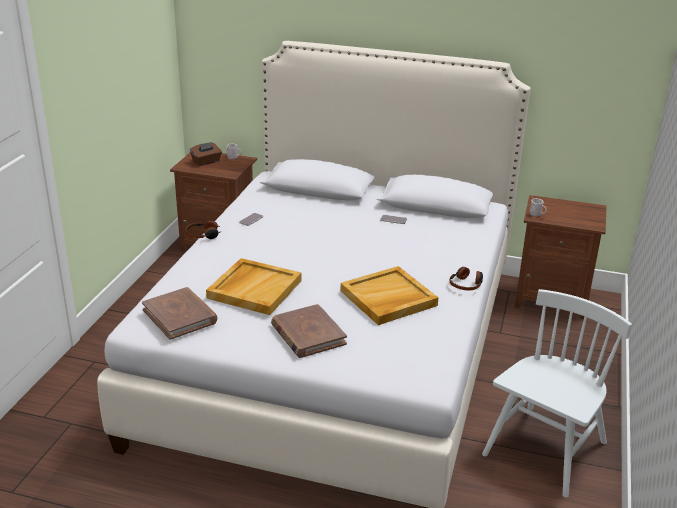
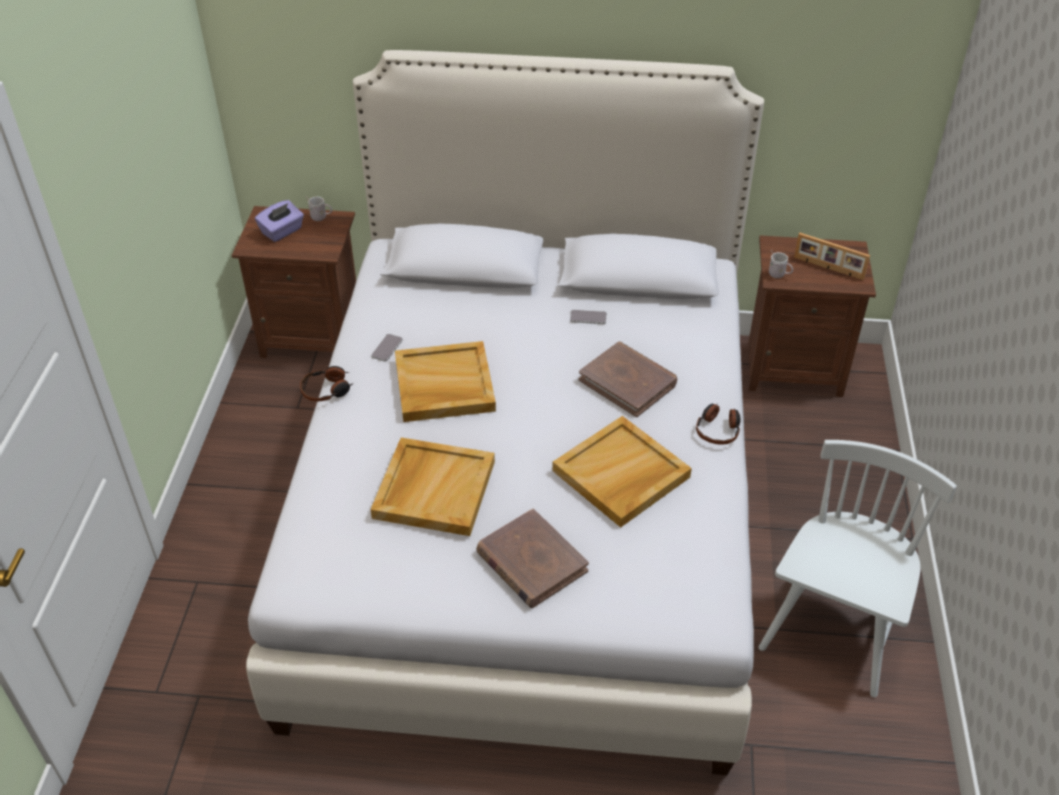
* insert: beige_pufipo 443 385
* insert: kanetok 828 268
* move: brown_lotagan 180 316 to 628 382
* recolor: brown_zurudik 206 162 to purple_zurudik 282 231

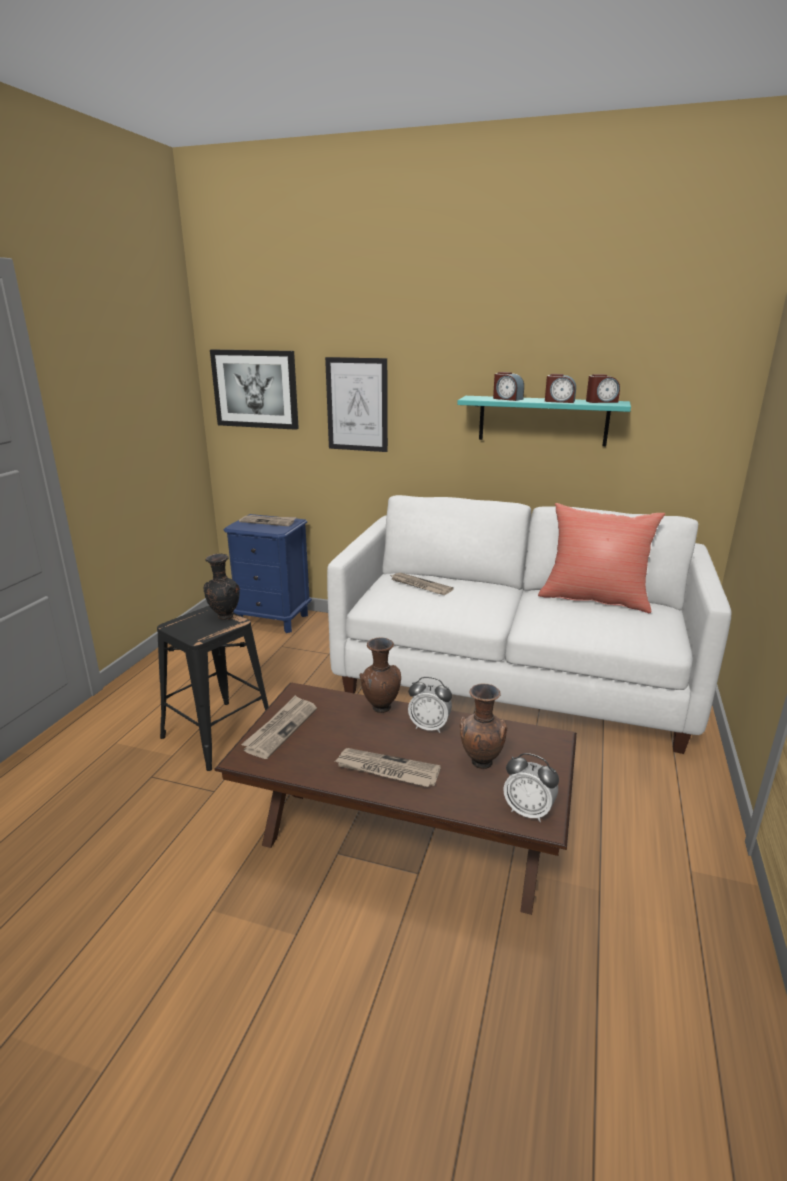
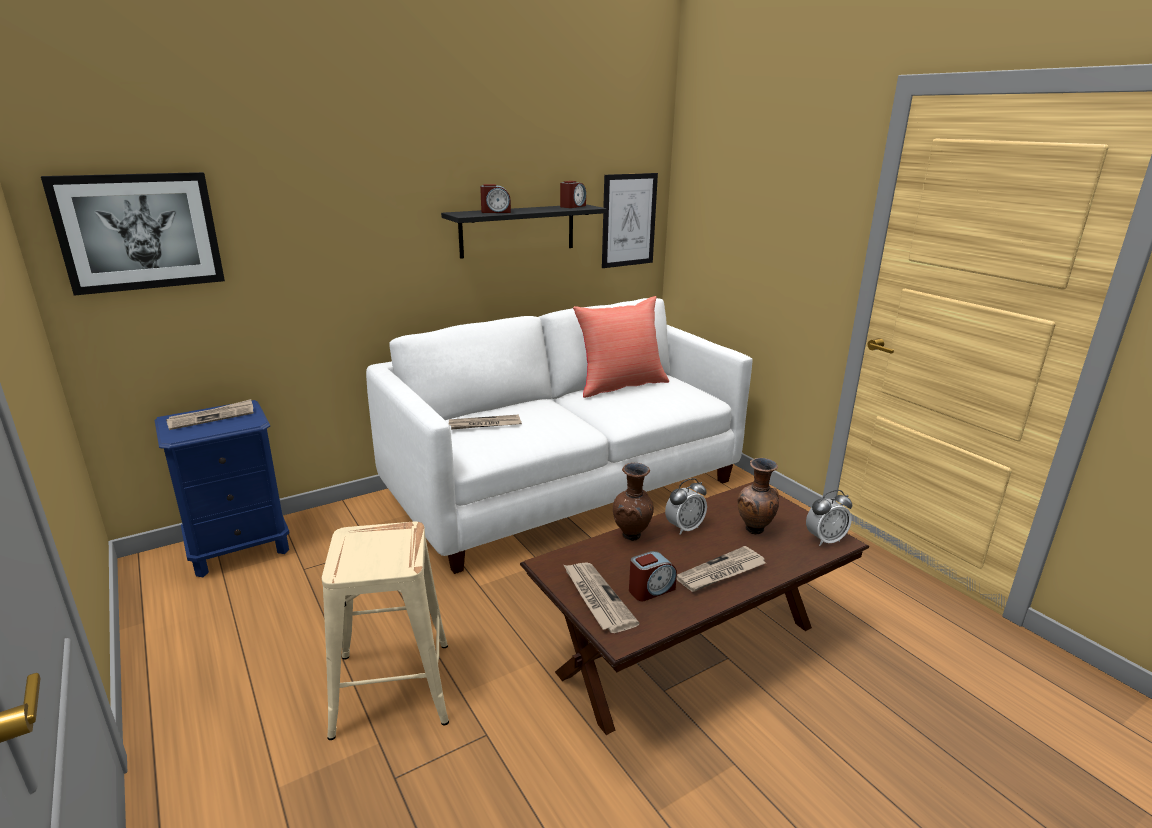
* delete: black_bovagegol 224 617
* move: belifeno 357 405 to 629 220
* move: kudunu 559 401 to 651 589
* recolor: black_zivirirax 217 733 to beige_zivirirax 391 688
* recolor: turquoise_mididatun 542 420 to black_mididatun 518 230

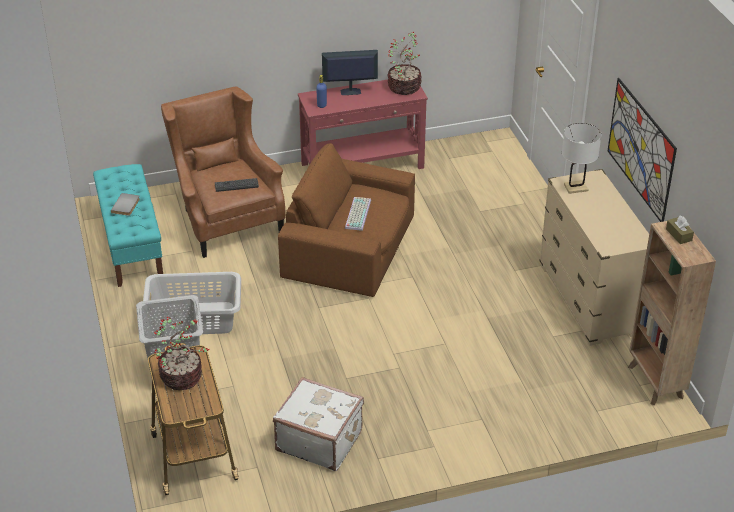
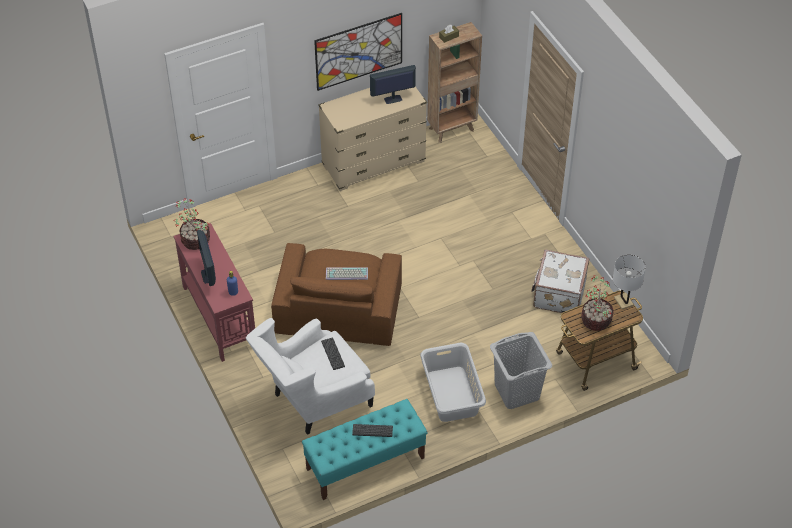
* insert: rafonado 392 99
* move: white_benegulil 576 187 to 623 301
* replace: grey_lotagan 126 205 to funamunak 372 430
* recolor: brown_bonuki 226 218 to white_bonuki 314 401

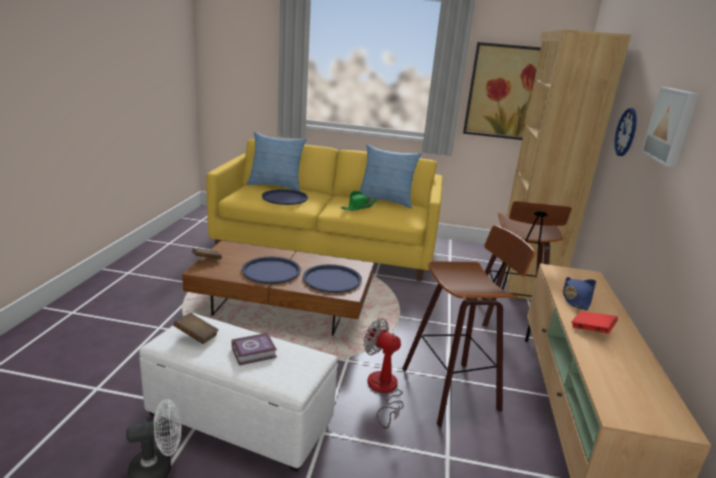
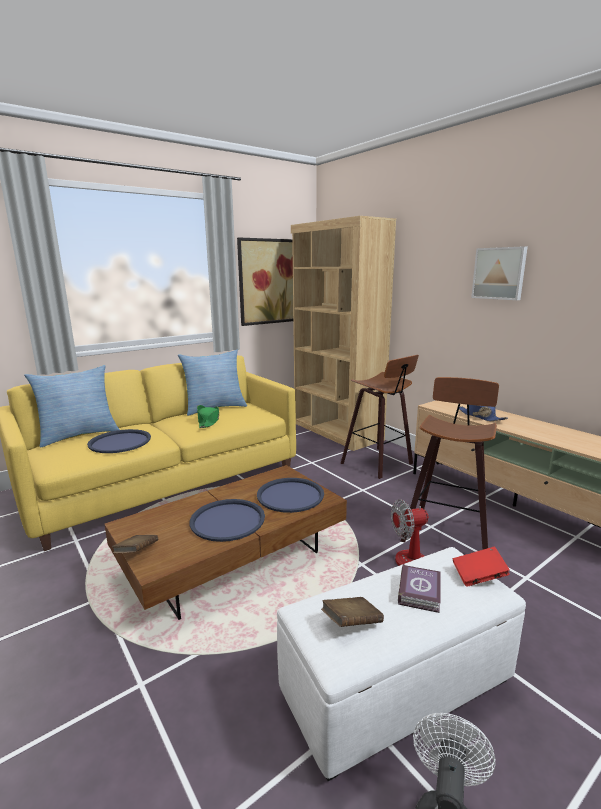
* delete: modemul 626 132
* move: red_lotagan 591 330 to 479 576

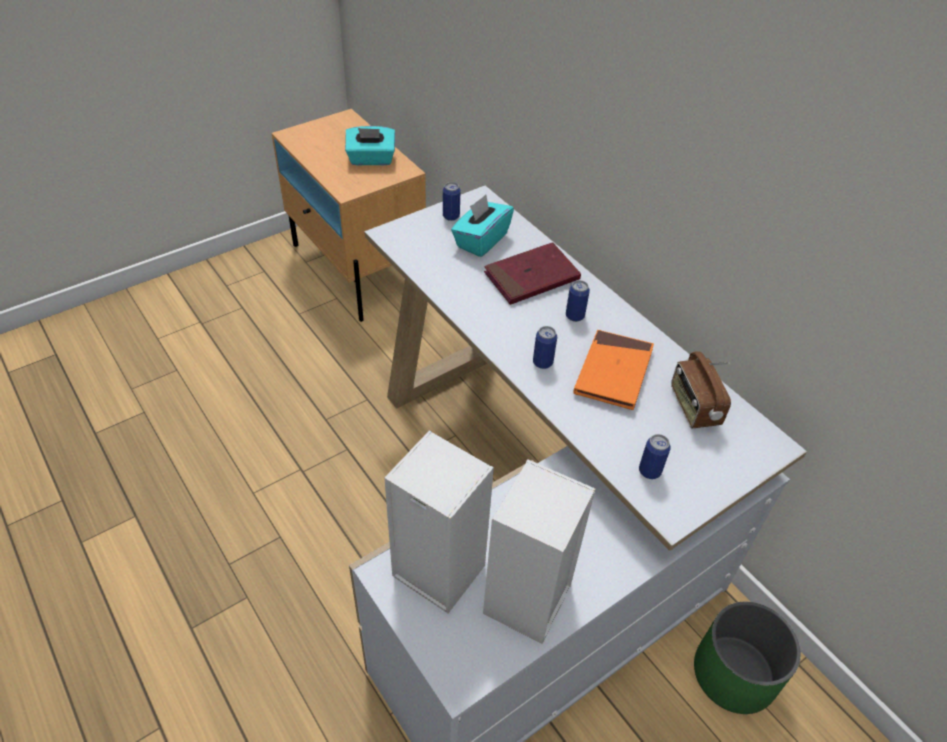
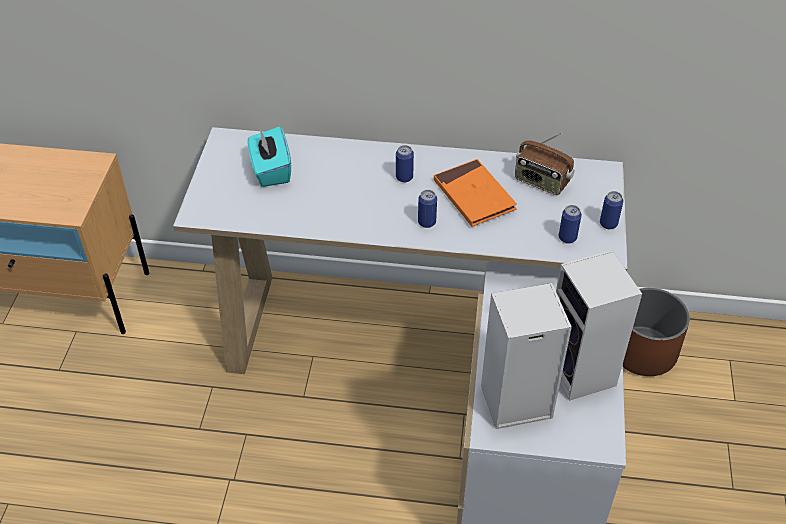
* delete: turquoise_zurudik 371 159
* delete: red_lotagan 531 277
* move: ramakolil 451 216 to 608 224
* recolor: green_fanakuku 733 674 to brown_fanakuku 643 352

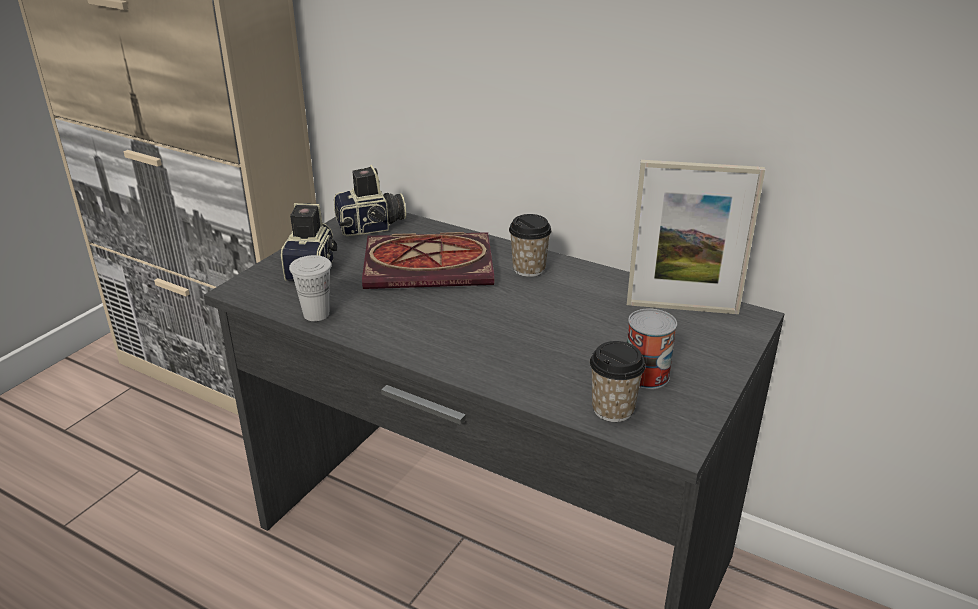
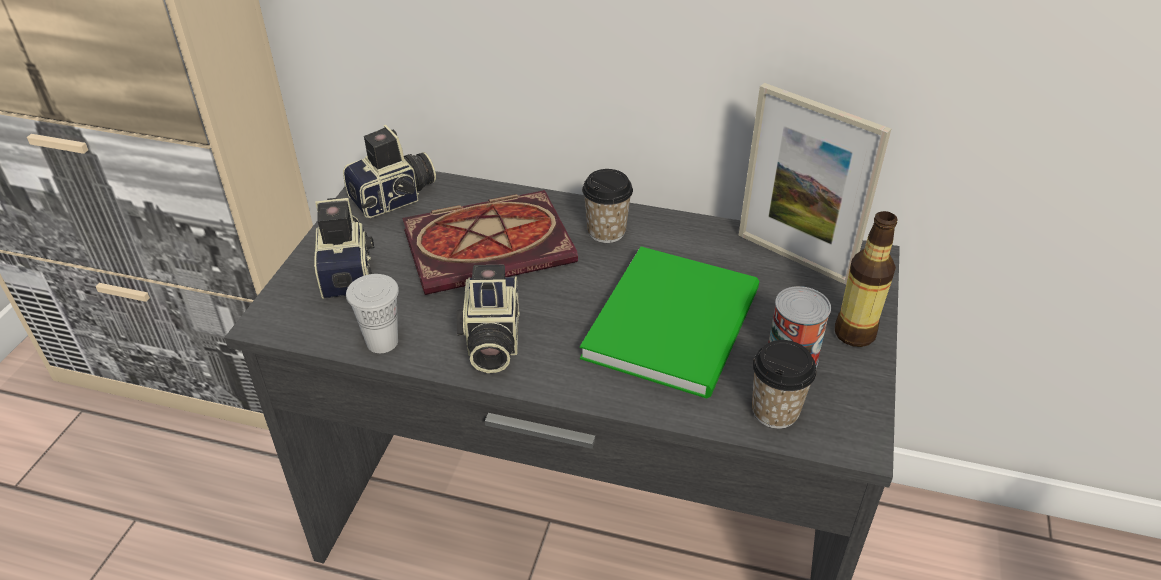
* insert: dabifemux 490 341
* insert: green_lotagan 678 321
* insert: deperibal 854 333
* rotate: kanetok 682 307 = 793 257 45 degrees clockwise

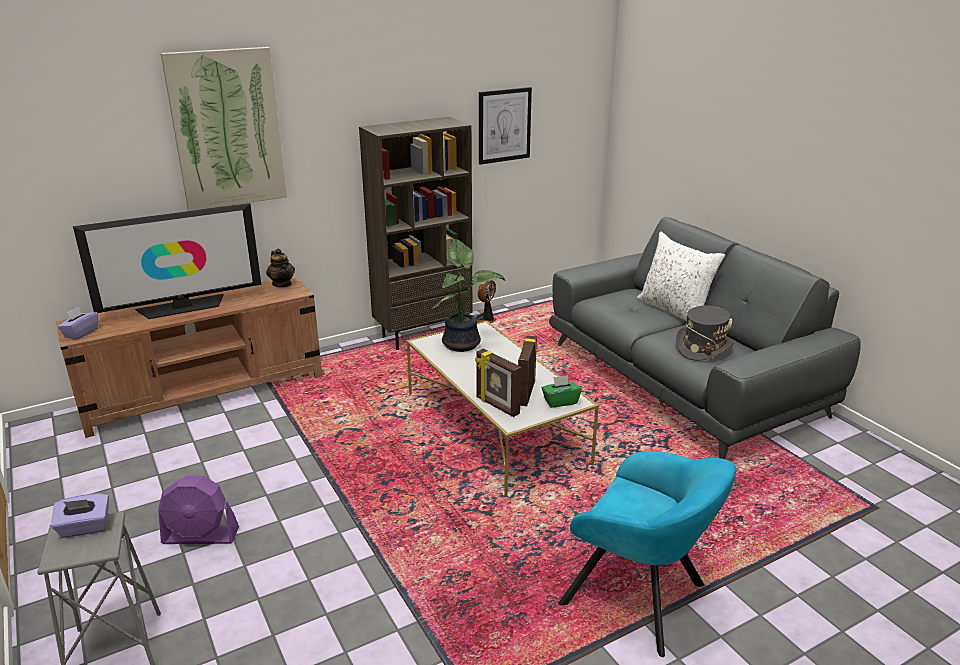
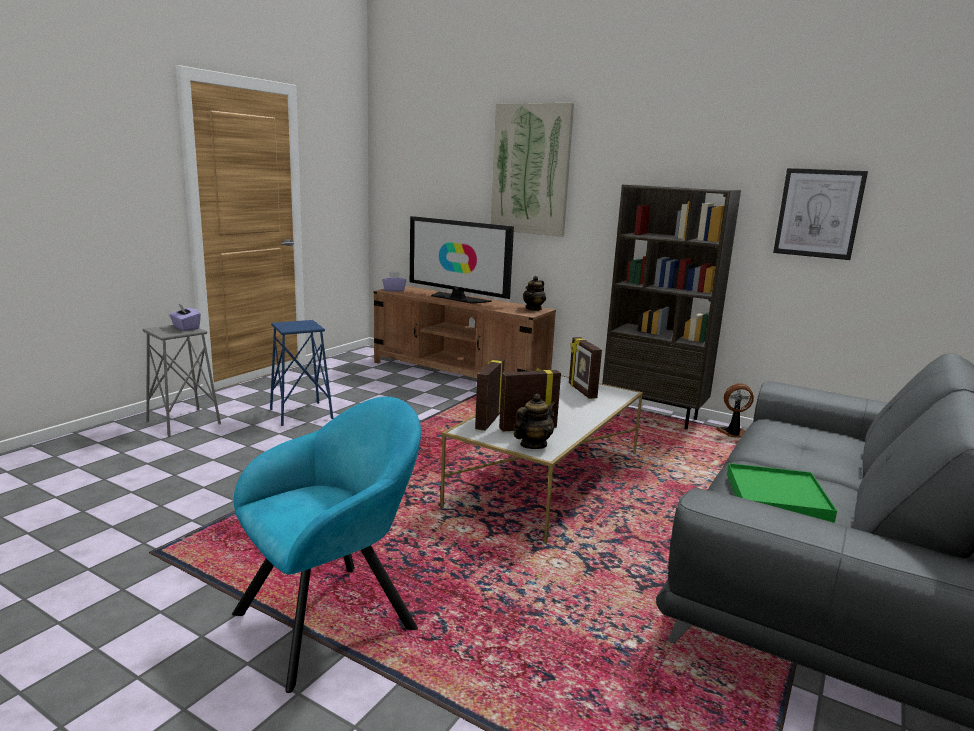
* delete: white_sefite 674 310
* replace: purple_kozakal 201 536 to blue_zivirirax 301 414
* replace: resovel 463 343 to kanetok 581 391
* replace: green_zurudik 560 401 to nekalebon 533 445
* replace: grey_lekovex 703 348 to green_pufipo 777 497
* rotate: turquoise_bonuki 640 598 = 334 617 135 degrees counterclockwise

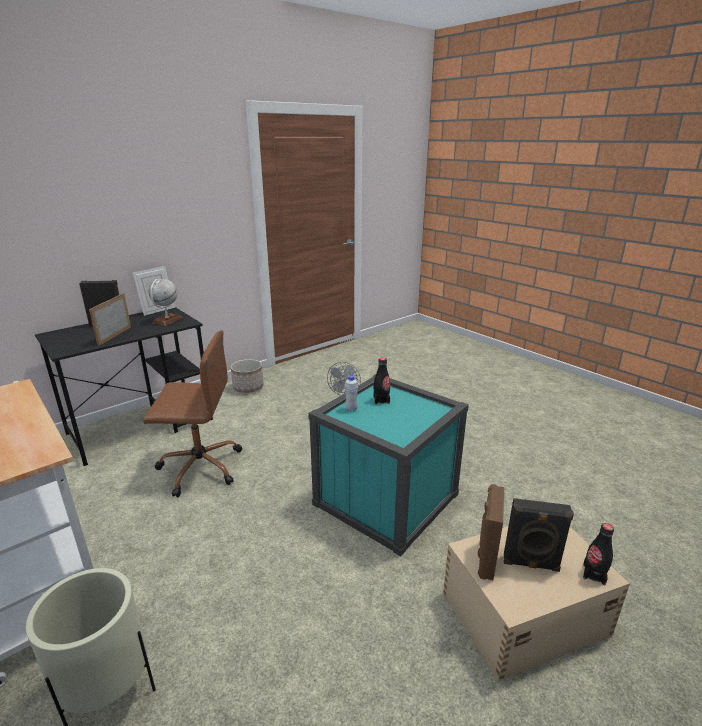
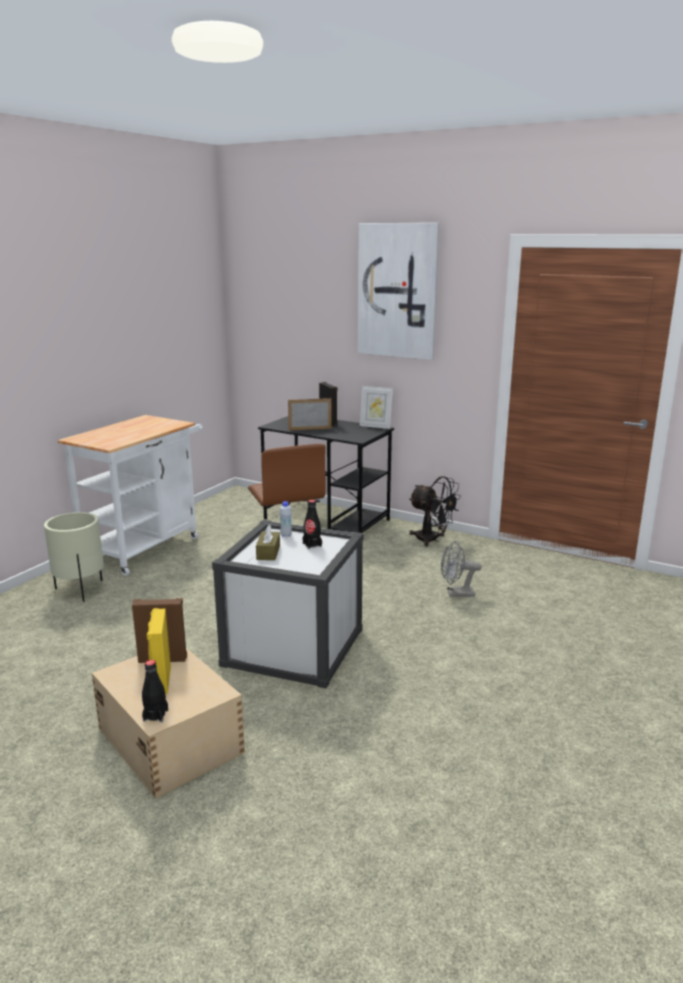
* delete: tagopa 167 320
* insert: brown_zurudik 268 552
* insert: belifeno 397 291
* replace: fanakuku 248 387 to black_kozakal 432 540
* recolor: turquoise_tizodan 386 499 to white_tizodan 294 647
* recolor: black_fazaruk 531 564 to yellow_fazaruk 161 681

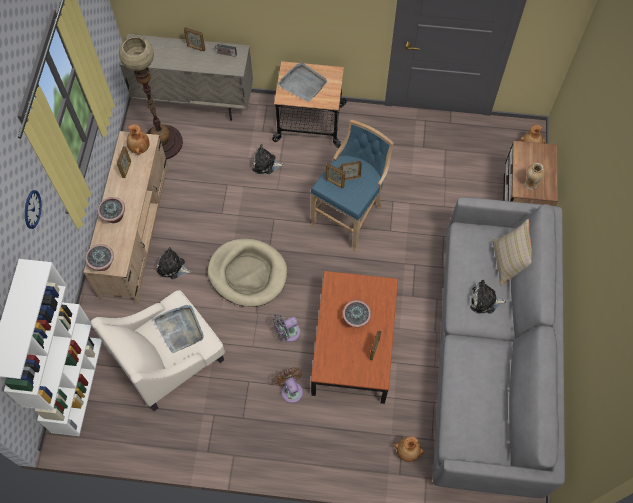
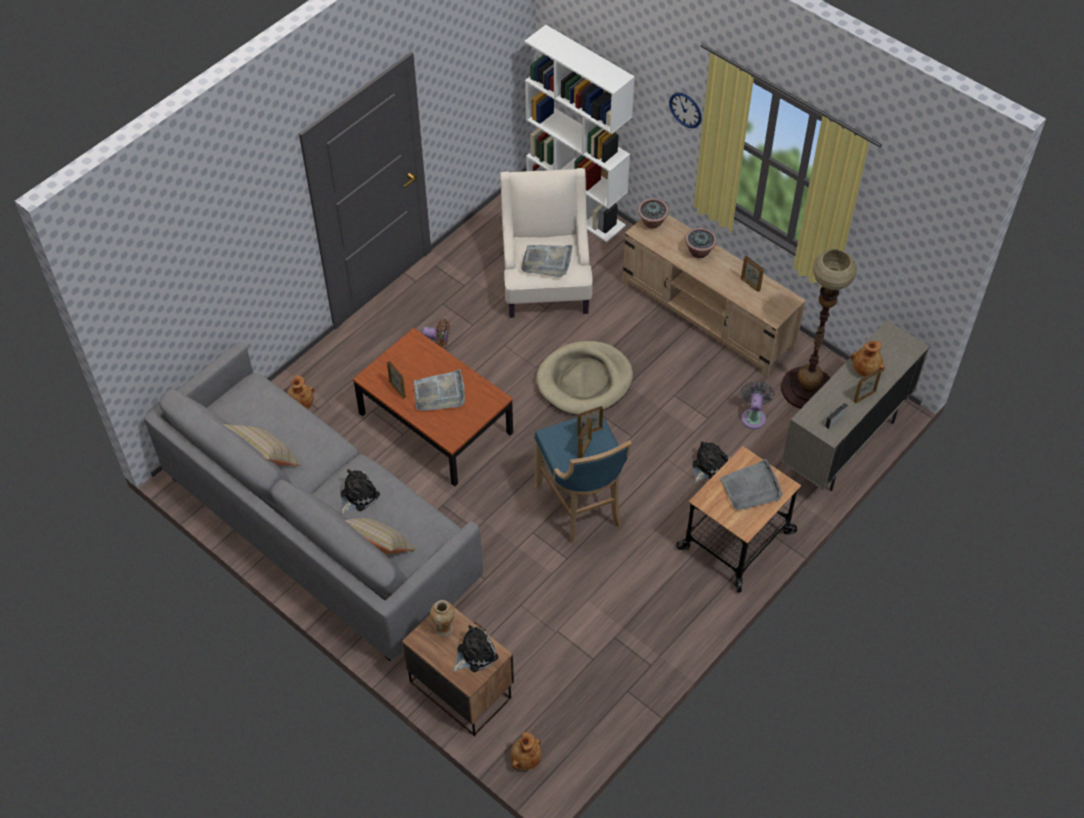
* insert: beige_sefite 266 459
* move: brown_bovagegol 139 147 to 865 369
* move: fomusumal 172 267 to 474 654
* move: grey_kozakal 287 333 to 753 416
* replace: resovel 356 319 to grey_pufipo 439 393

